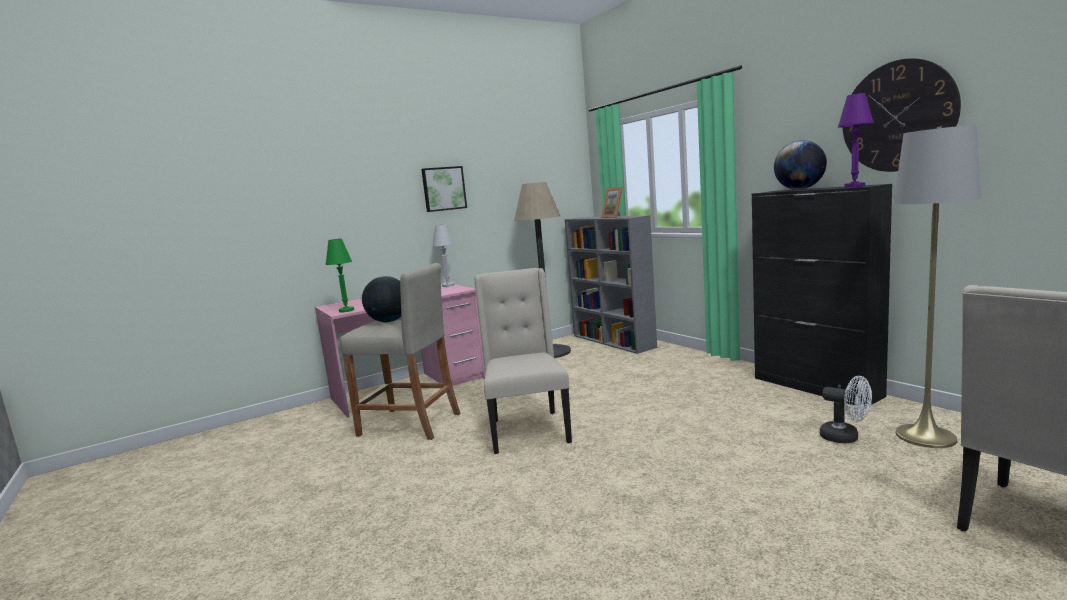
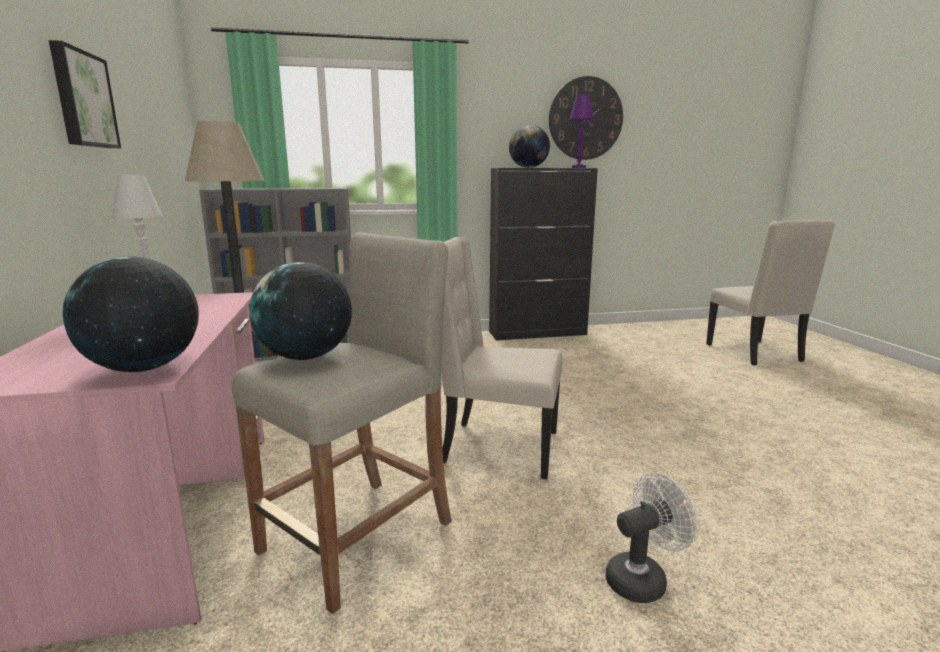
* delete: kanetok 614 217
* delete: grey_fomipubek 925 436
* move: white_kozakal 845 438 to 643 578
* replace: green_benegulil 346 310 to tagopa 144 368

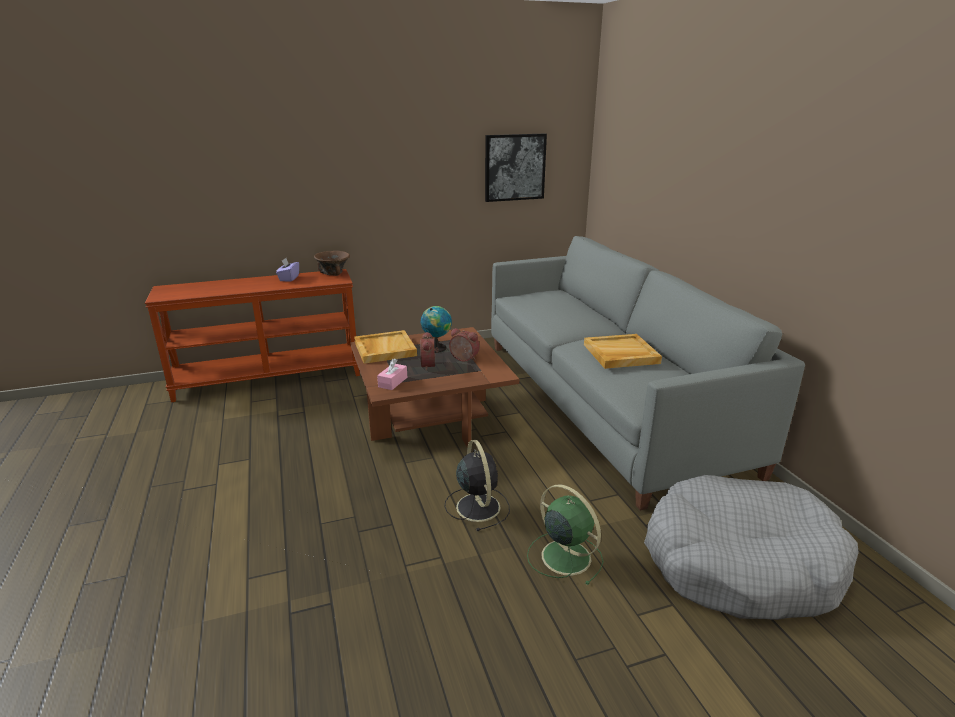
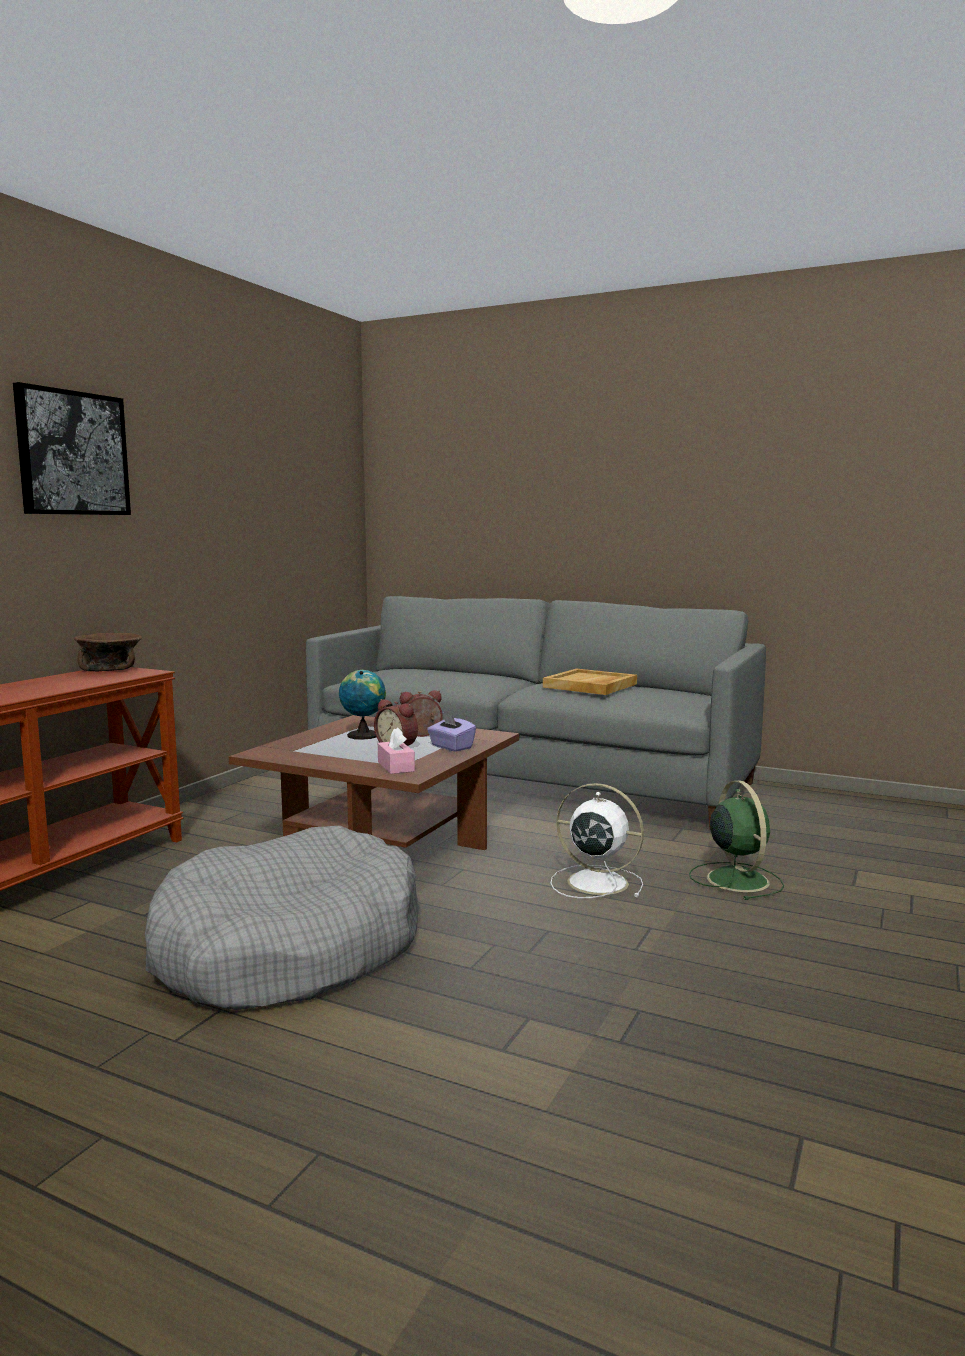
* delete: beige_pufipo 384 349
* move: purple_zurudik 289 278 to 451 747
* move: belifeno 514 167 to 72 453
* move: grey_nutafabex 740 563 to 288 949
* recolor: black_kozakal 477 506 to white_kozakal 594 882
* rotate: green_kozakal 564 556 = 736 879 75 degrees clockwise

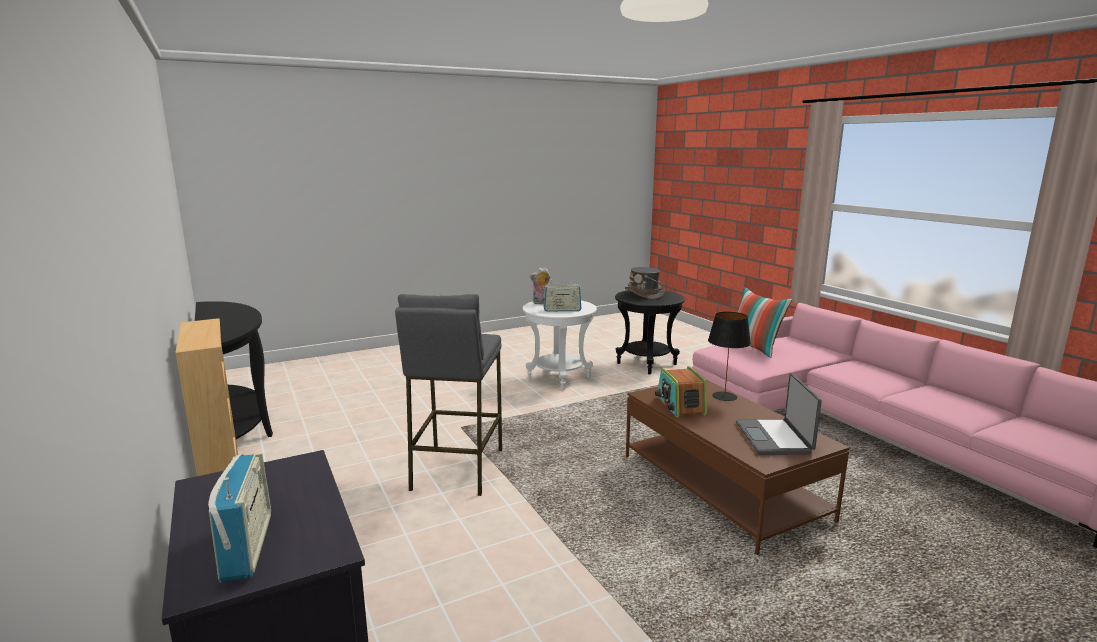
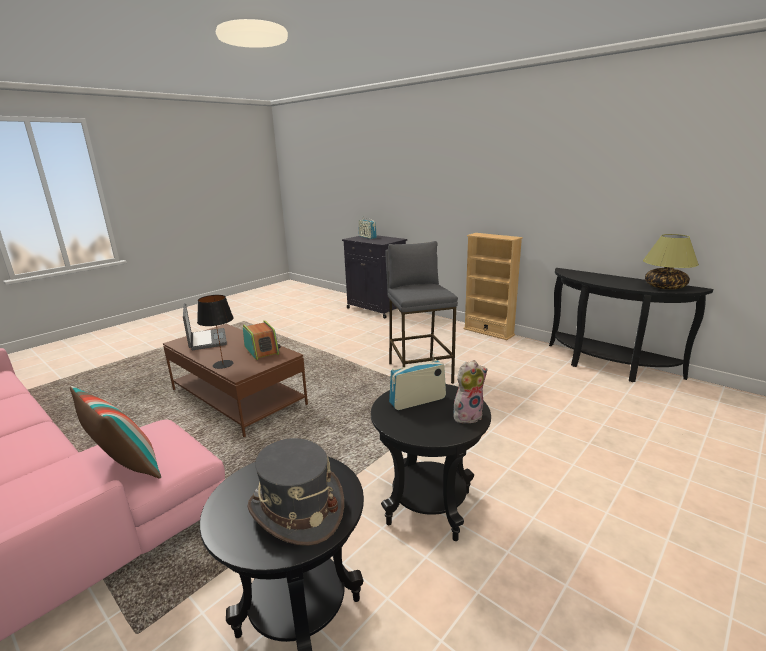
* insert: benegulil 664 287
* recolor: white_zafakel 559 379 to black_zafakel 429 508

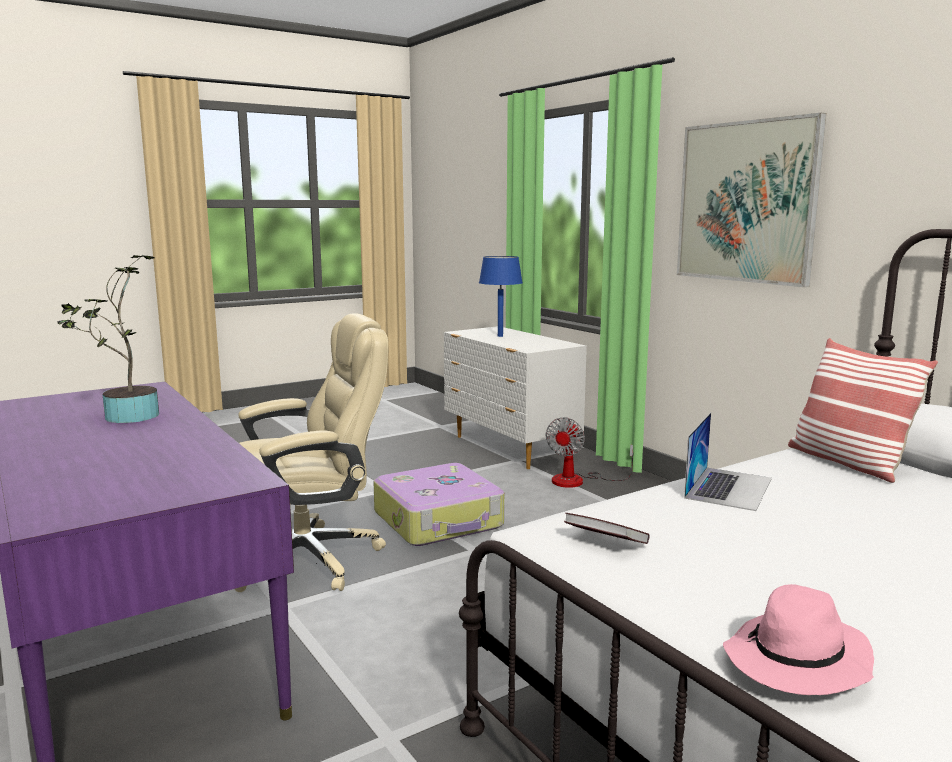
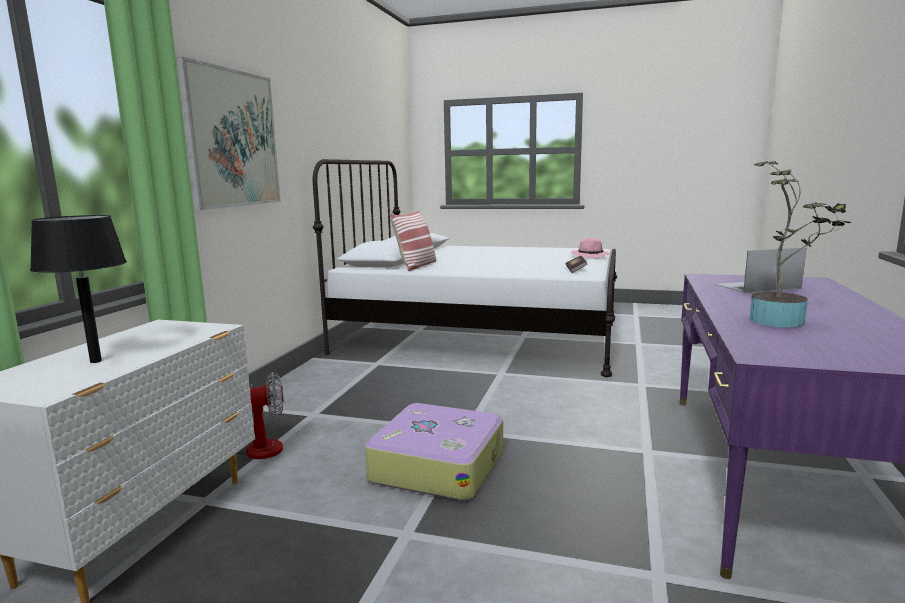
* delete: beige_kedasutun 309 559
* move: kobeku 728 488 to 757 286
* recolor: blue_benegulil 500 336 to black_benegulil 95 361

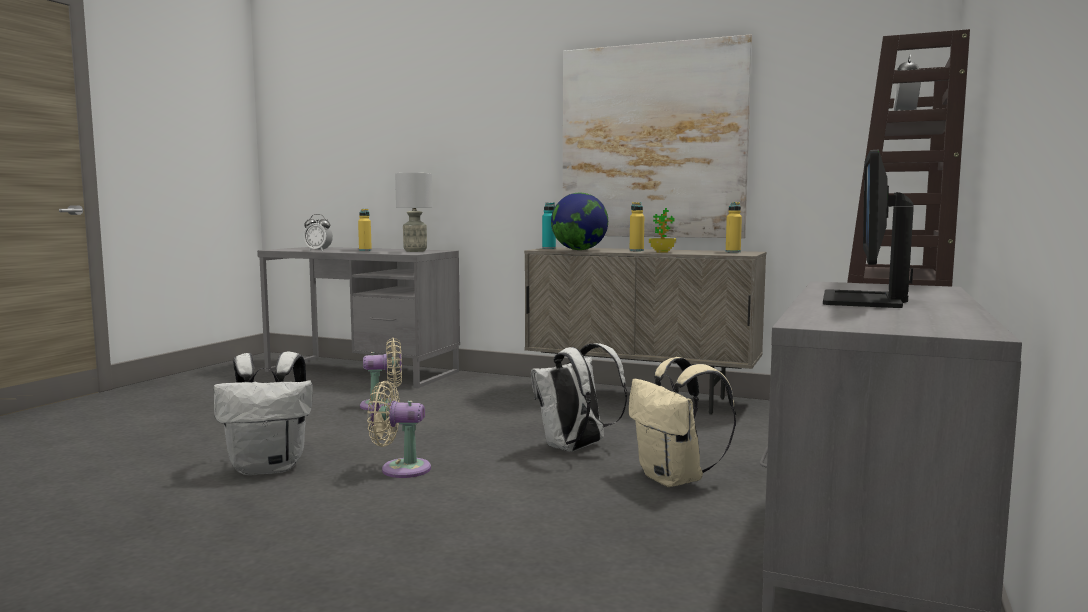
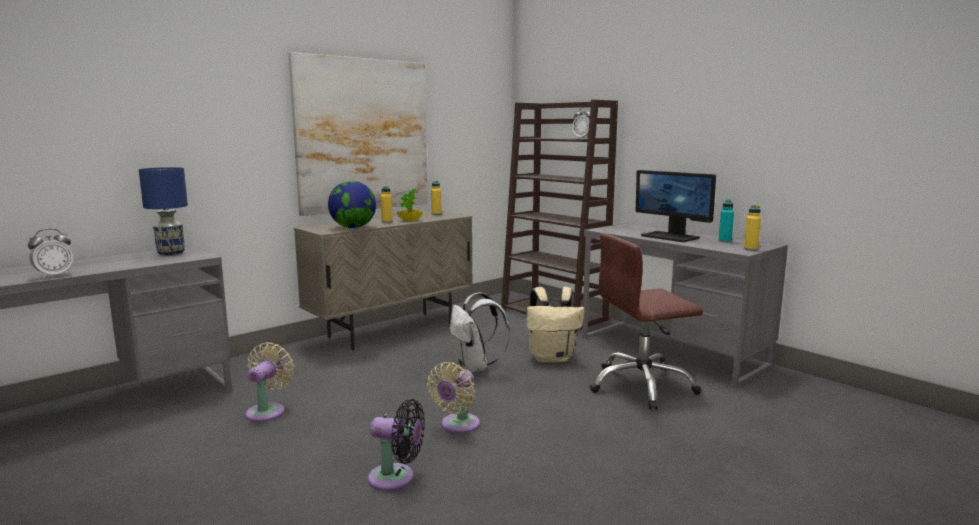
* insert: brown_kedasutun 642 386
* move: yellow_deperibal 365 250 to 750 249
* move: turquoise_deperibal 549 248 to 725 241
* replace: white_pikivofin 270 467 to black_kozakal 396 478
* recolor: grey_benegulil 414 251 to blue_benegulil 170 253

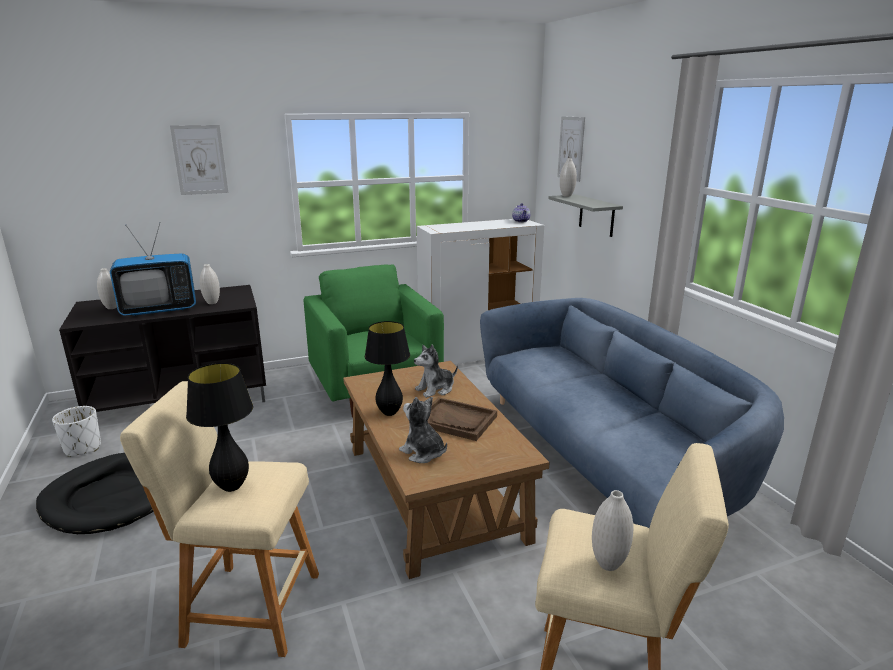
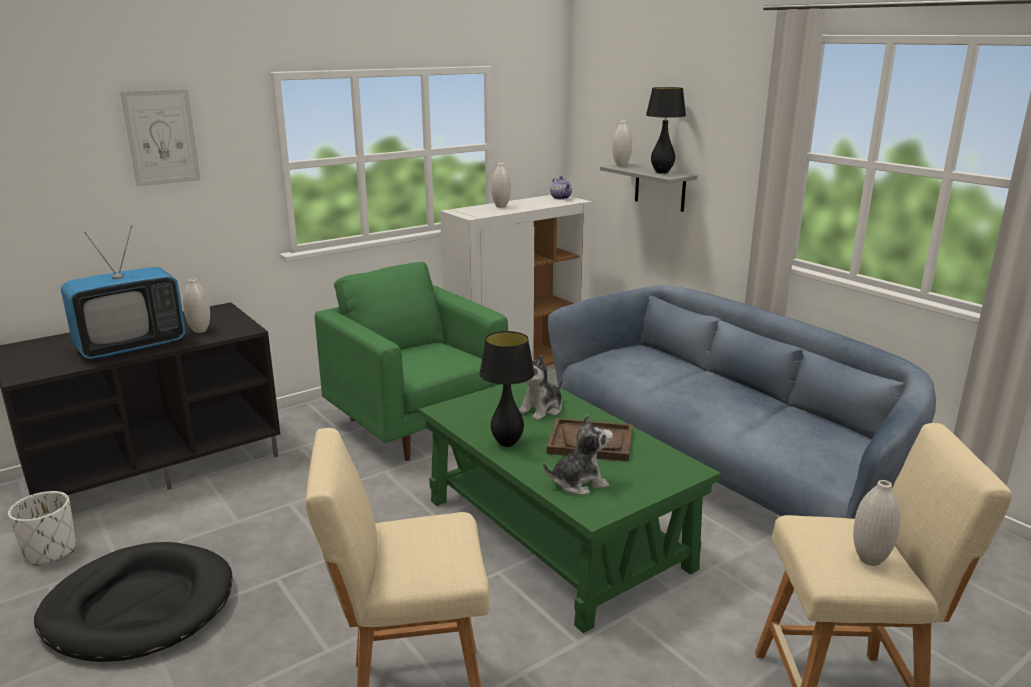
* delete: belifeno 571 148
* move: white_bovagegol 112 308 to 501 206
* move: black_benegulil 232 486 to 662 172
* recolor: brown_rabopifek 434 492 to green_rabopifek 557 533
* rotate: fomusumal 423 453 = 579 483 135 degrees clockwise

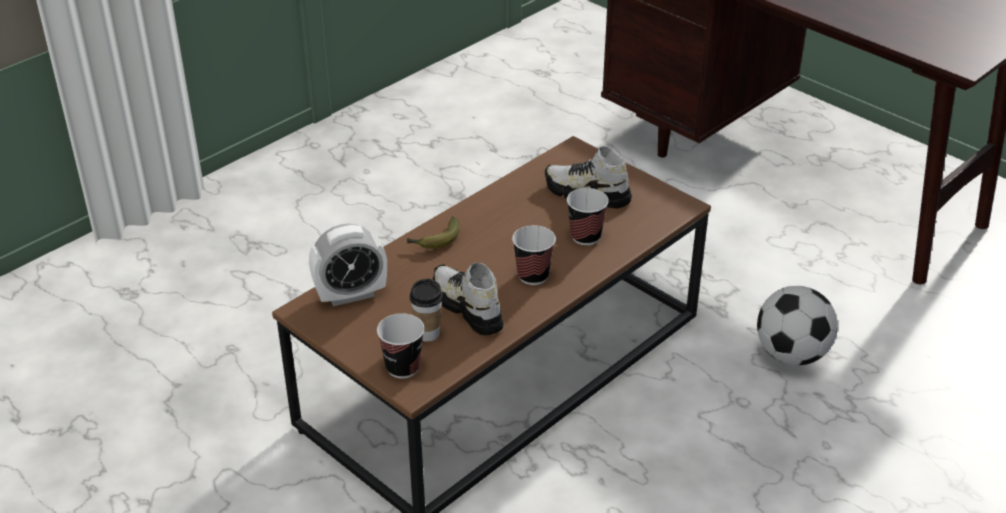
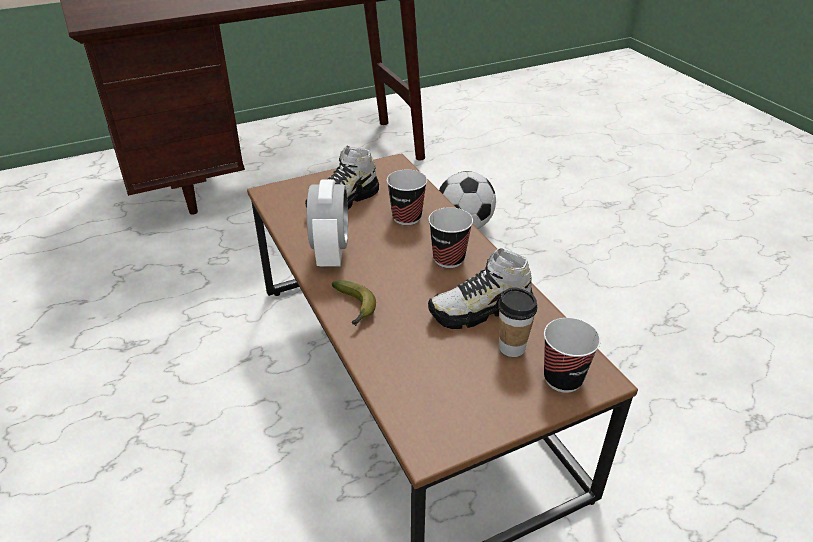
* move: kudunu 351 295 to 331 254

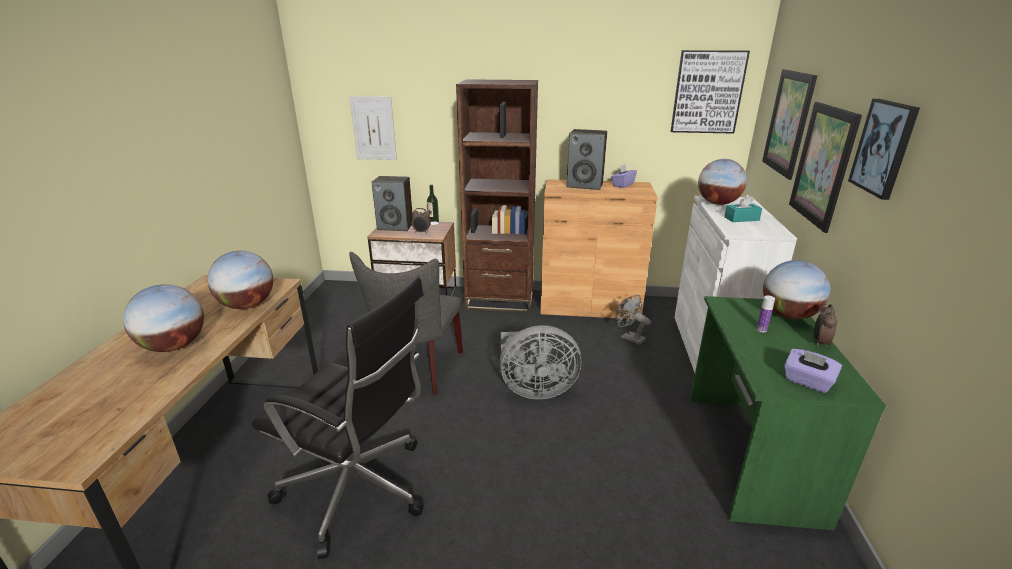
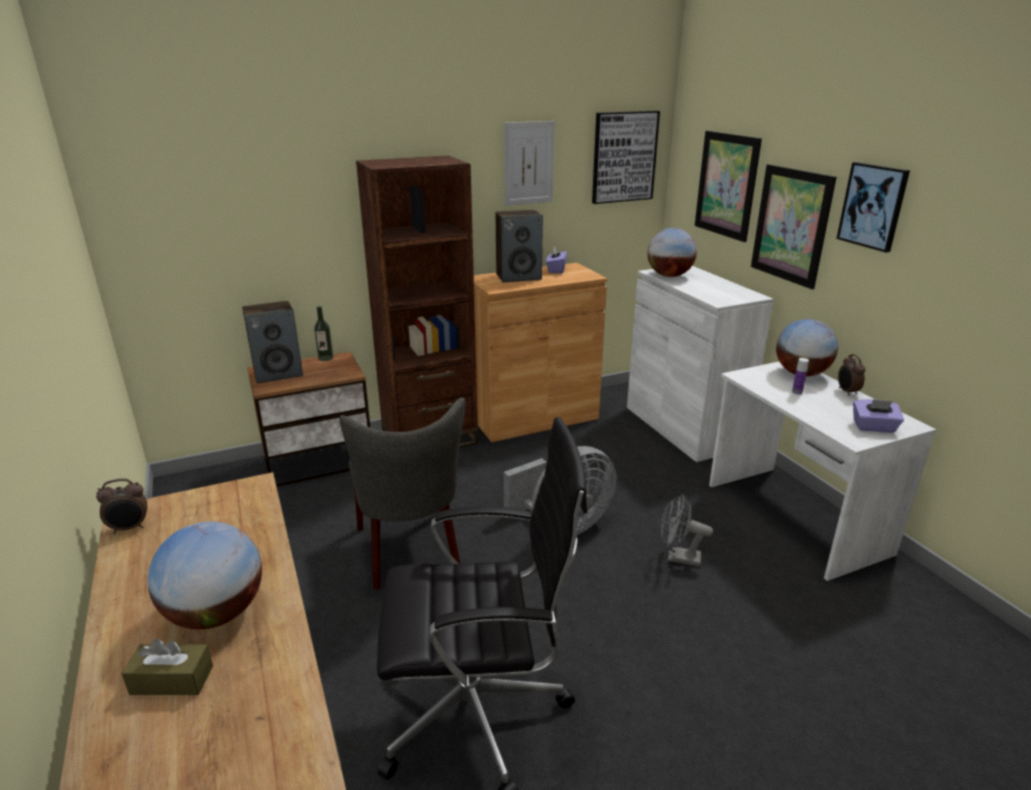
* delete: tagopa 247 305
* delete: turquoise_zurudik 741 219
* insert: brown_zurudik 172 680
* move: belifeno 373 128 to 528 163
* move: kudunu 421 232 to 129 528
* move: grey_kozakal 629 338 to 678 558
* recolor: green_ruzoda 749 455 to white_ruzoda 794 518

